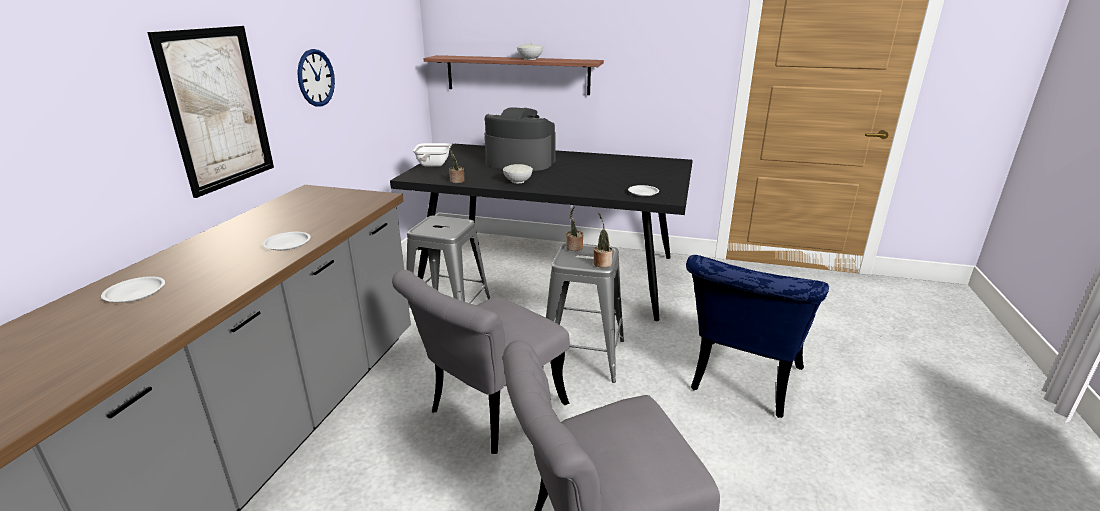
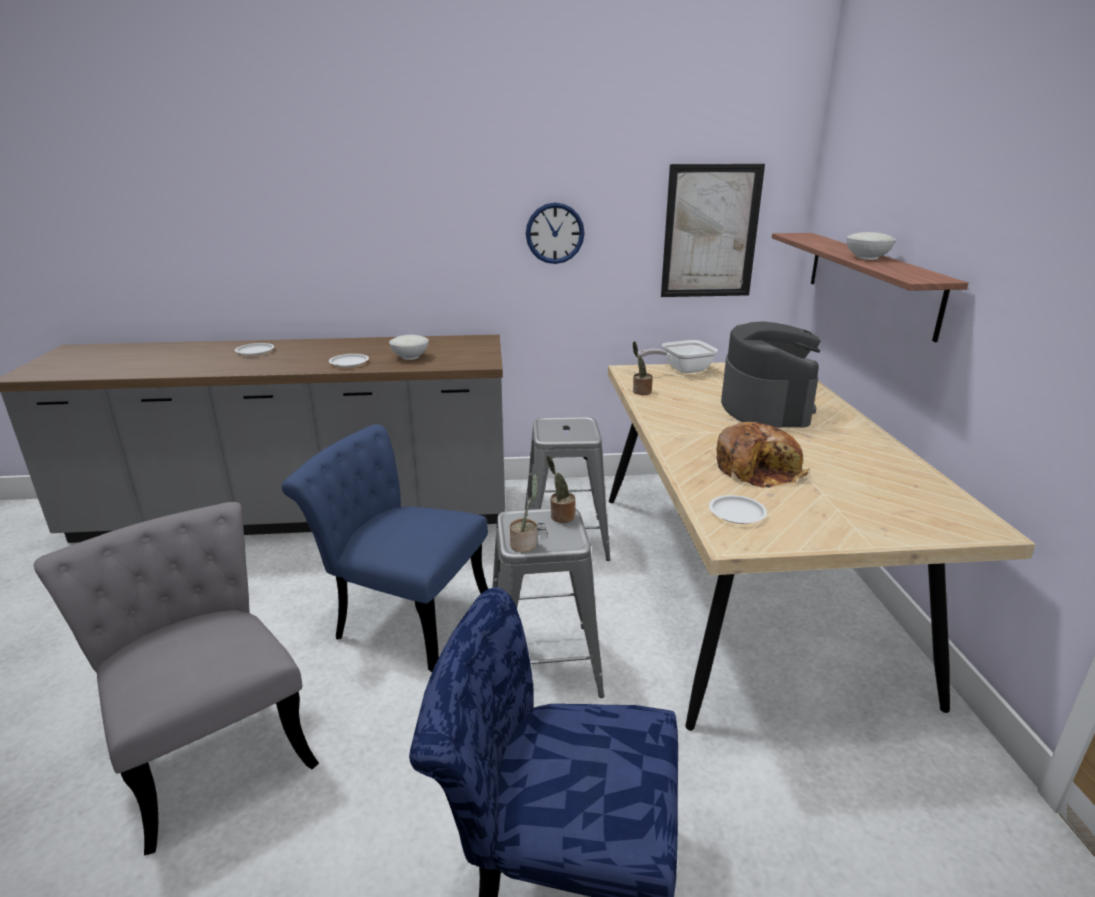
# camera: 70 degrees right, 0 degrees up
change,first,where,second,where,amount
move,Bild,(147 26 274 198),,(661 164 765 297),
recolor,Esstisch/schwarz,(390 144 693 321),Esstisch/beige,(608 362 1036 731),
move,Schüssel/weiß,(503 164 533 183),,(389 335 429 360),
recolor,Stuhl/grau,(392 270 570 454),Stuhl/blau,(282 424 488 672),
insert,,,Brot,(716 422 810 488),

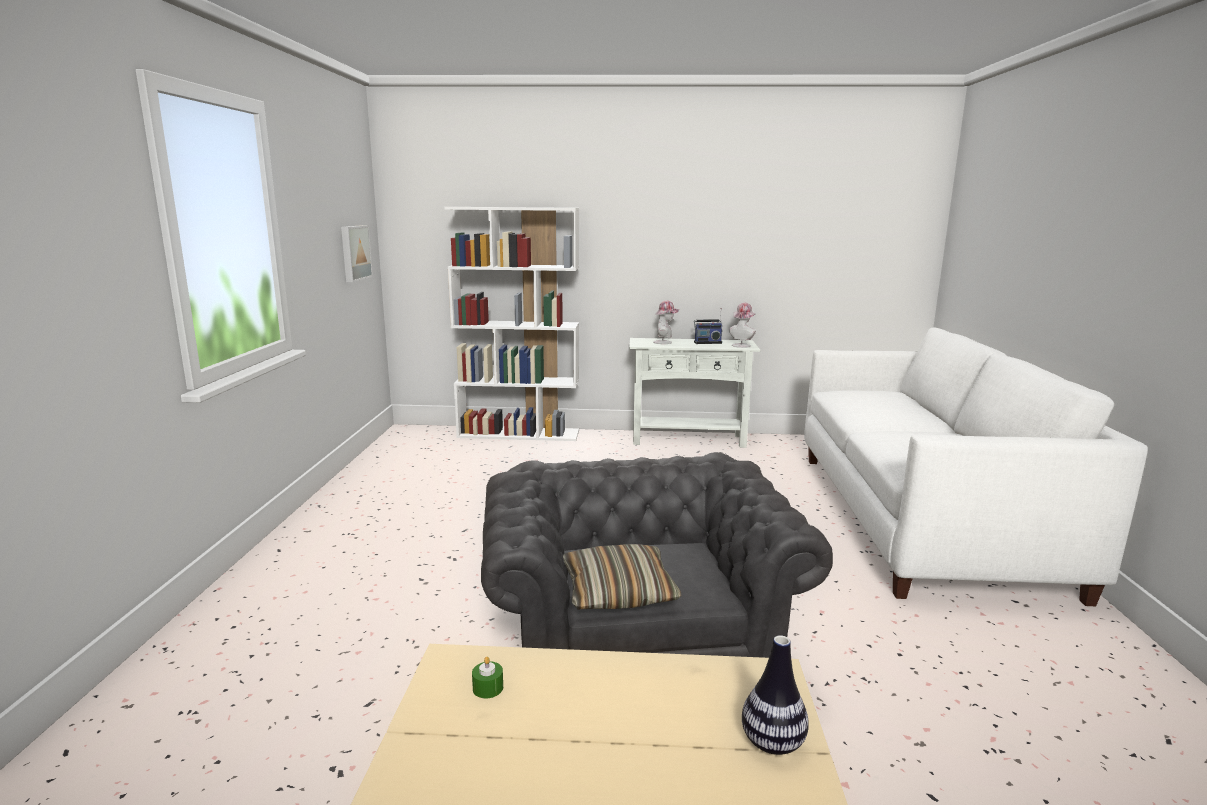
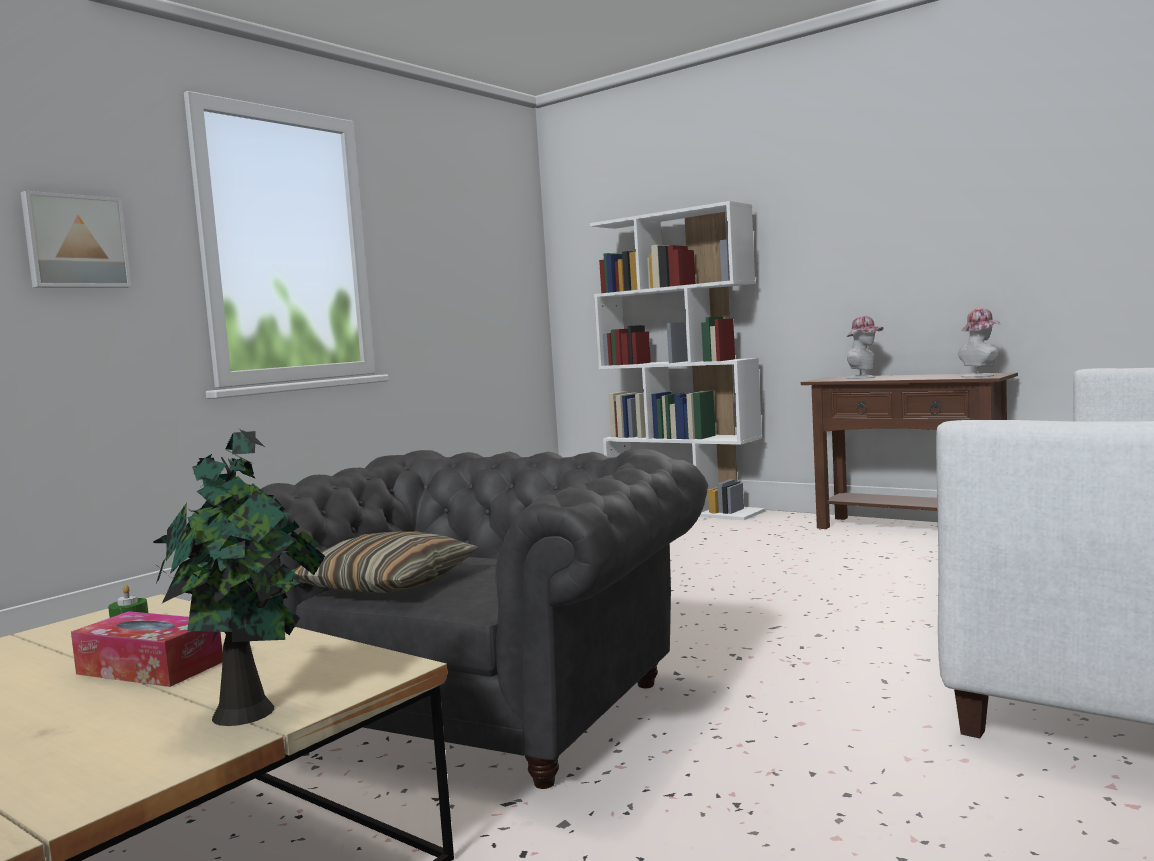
# camera: 35 degrees right, 10 degrees down
change,first,where,second,where,amount
move,Bild,(341 225 373 282),,(21 191 131 288),
delete,Radio,(694 308 723 344),,,
recolor,Konsolentisch/weiß,(629 338 760 448),Konsolentisch/braun,(801 373 1018 529),
replace,Vase,(742 635 809 755),Topfpflanze,(153 429 325 726),
insert,,,Taschentuchbox,(71 611 223 687),

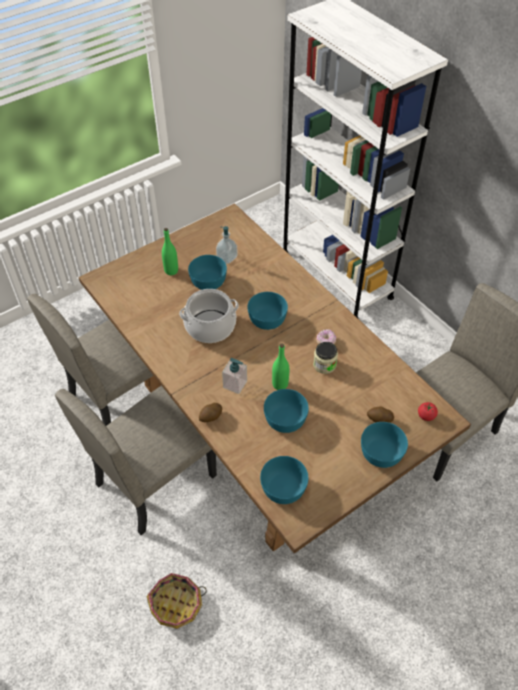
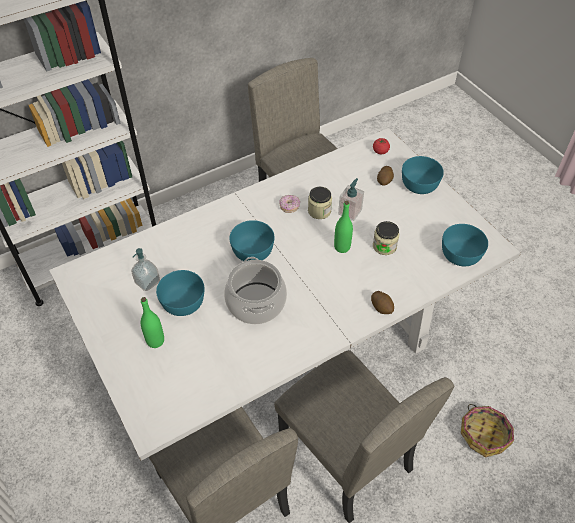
# camera: 85 degrees left, 0 degrees up
change,first,where,second,where,amount
recolor,Esstisch/braun,(78 203 471 554),Esstisch/weiß,(49 128 521 461),
move,Seifenspender,(222 358 247 394),,(338 178 364 221),
replace,Schüssel/türkis,(264 389 309 433),Vorratsglas,(373 221 399 255),

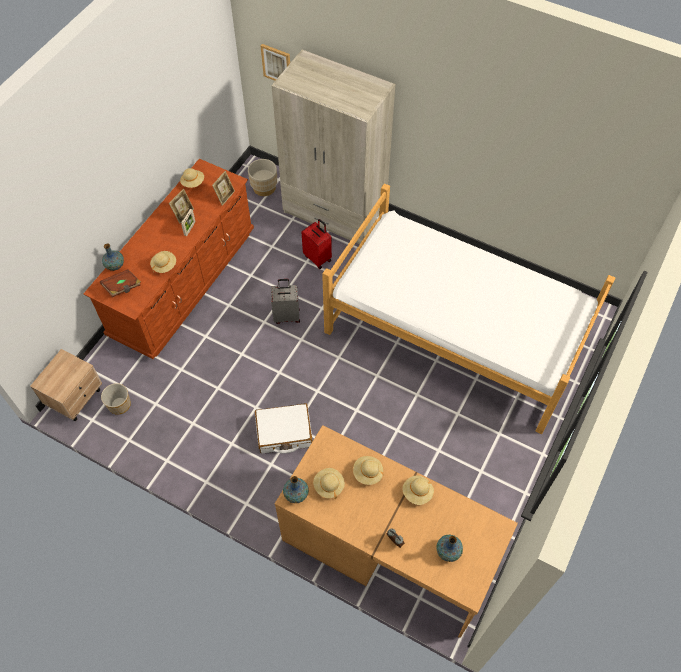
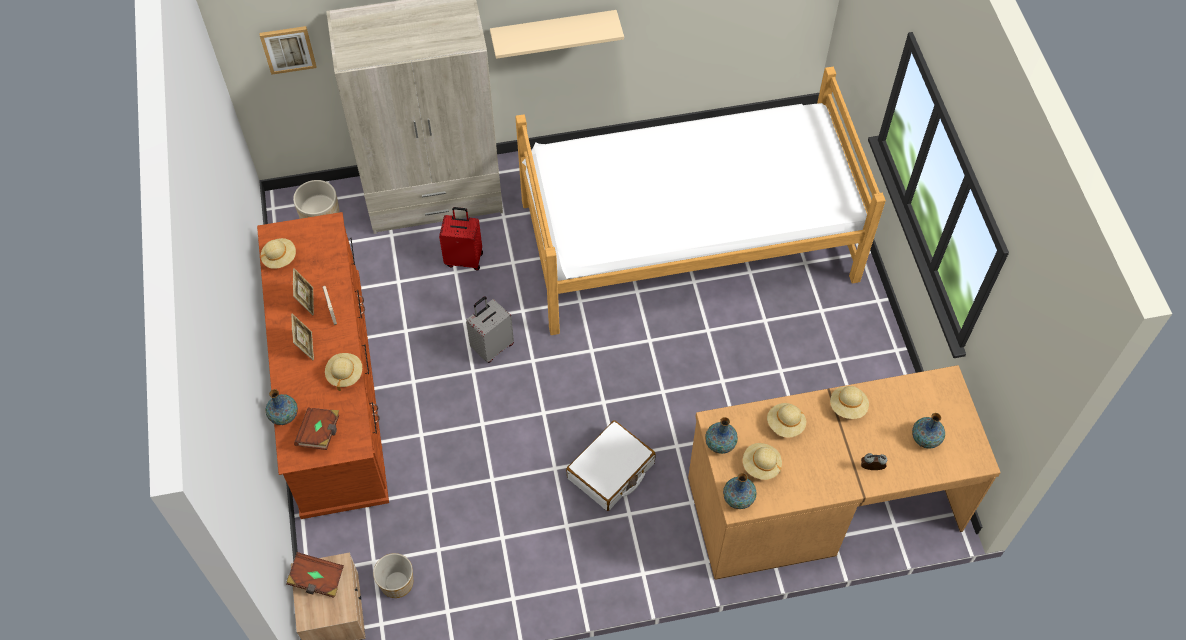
# camera: 40 degrees left, 0 degrees up
change,first,where,second,where,amount
move,Bilderrahmen,(212 171 235 206),,(291 314 314 360),
insert,,,Wandregal/beige,(490 10 624 59),
insert,,,Vase,(705 417 738 454),
insert,,,Buch/braun,(286 552 344 598),

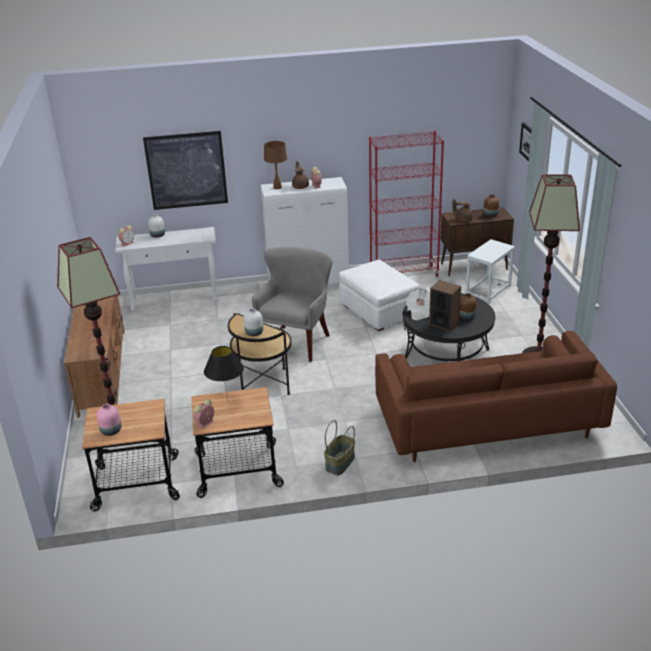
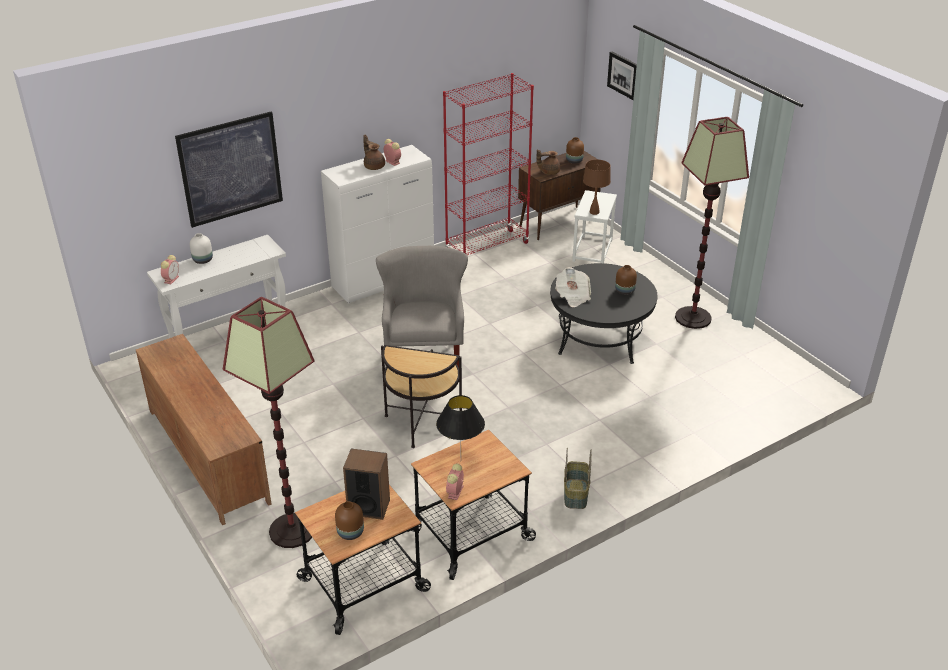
# camera: 25 degrees left, 5 degrees up
change,first,where,second,where,amount
move,Tischlampe/braun,(264 141 287 189),,(583 159 611 215),
delete,Polsterhocker/weiß,(339 259 419 331),,,
move,Lautsprecher,(429 280 461 332),,(343 448 390 520),
delete,Vase/weiß,(243 308 263 336),,,
delete,Sofa/braun,(375 331 617 462),,,
recolor,Vase/rosa,(97 404 121 436),Vase/braun,(335 501 364 540),

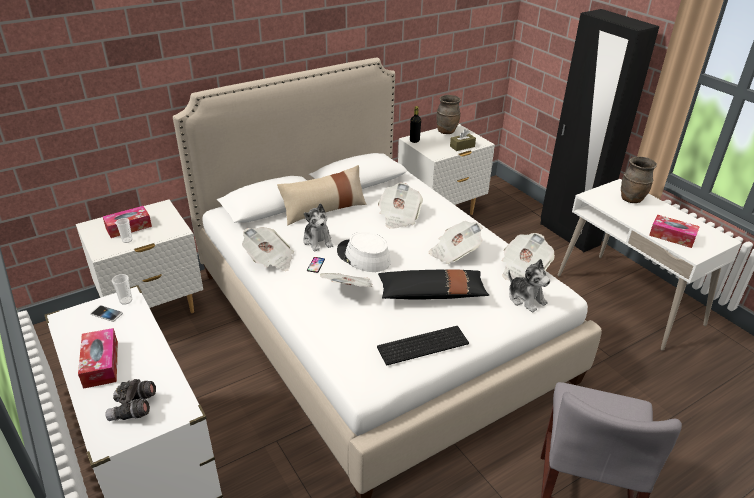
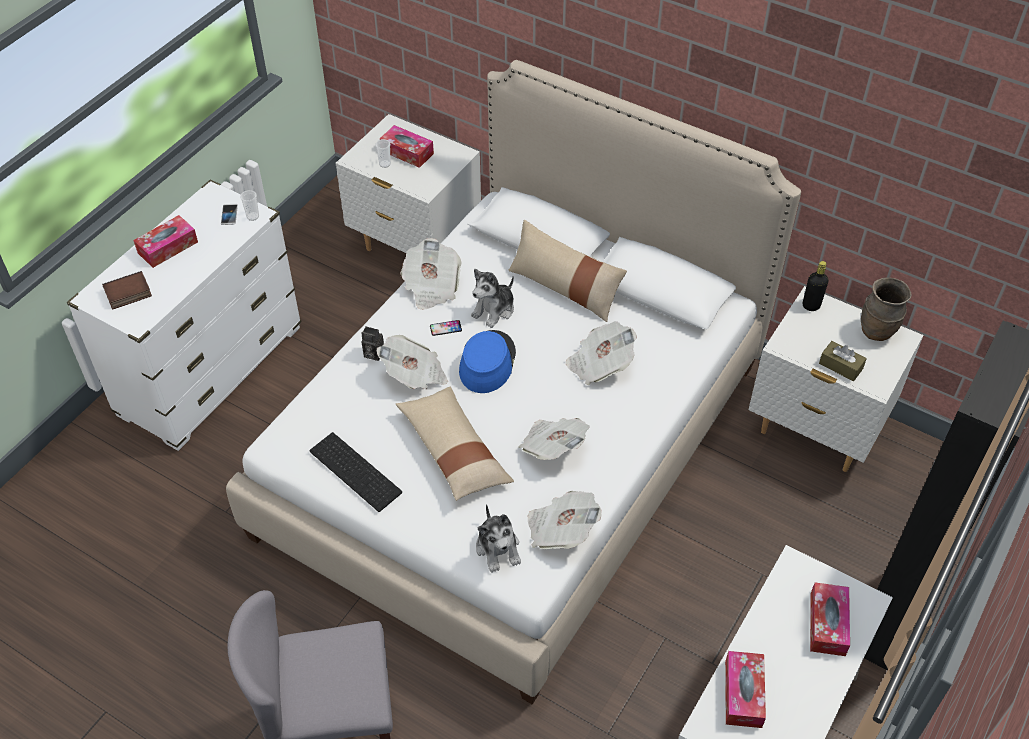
# camera: 65 degrees right, 15 degrees up
change,first,where,second,where,amount
replace,Vase/braun,(621 157 657 203),Taschentuchbox,(810 582 850 656),
recolor,Hut/weiß,(337 232 391 272),Hut/blau,(459 330 516 393),
rotate,Plüschtier,(508 259 550 313),,(476 504 521 573),45 degrees counterclockwise
recolor,Kissen/schwarz,(378 269 489 300),Kissen/beige,(396 387 514 501),
replace,Fernglas/grau,(105 379 156 421),Buch,(102 271 152 310),
insert,,,Kamera,(361 326 384 361),

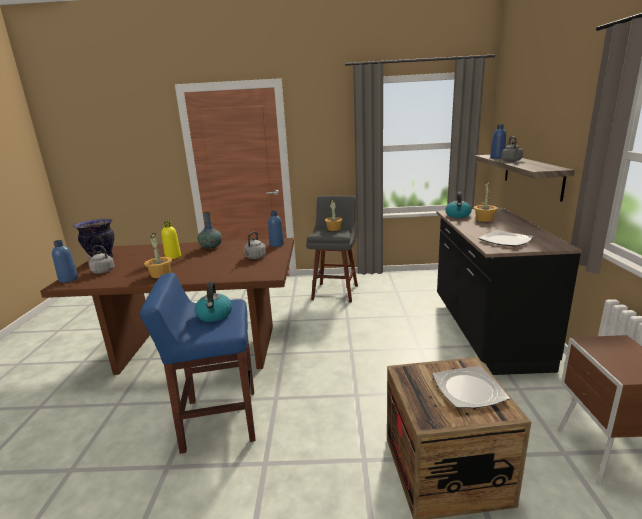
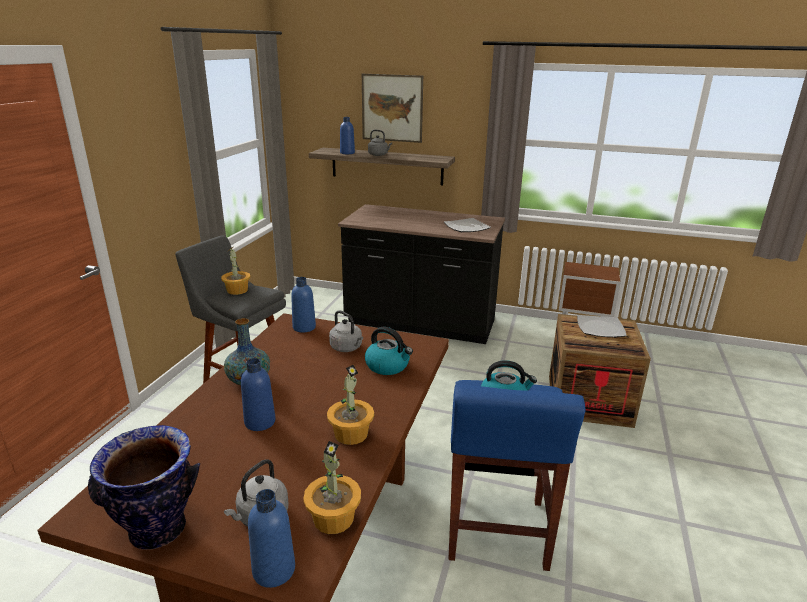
# camera: 75 degrees left, 5 degrees up
change,first,where,second,where,amount
move,Topfpflanze,(474 183 498 222),,(303 441 361 534),
move,Wasserkessel,(445 192 472 218),,(365 327 413 375),
recolor,Flasche/gelb,(161 221 181 259),Flasche/blau,(241 358 276 431),
insert,,,Bild,(362 74 423 143),

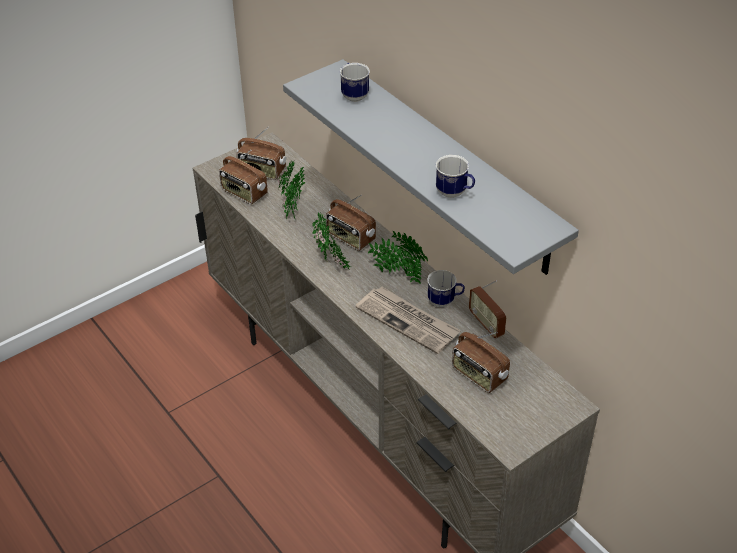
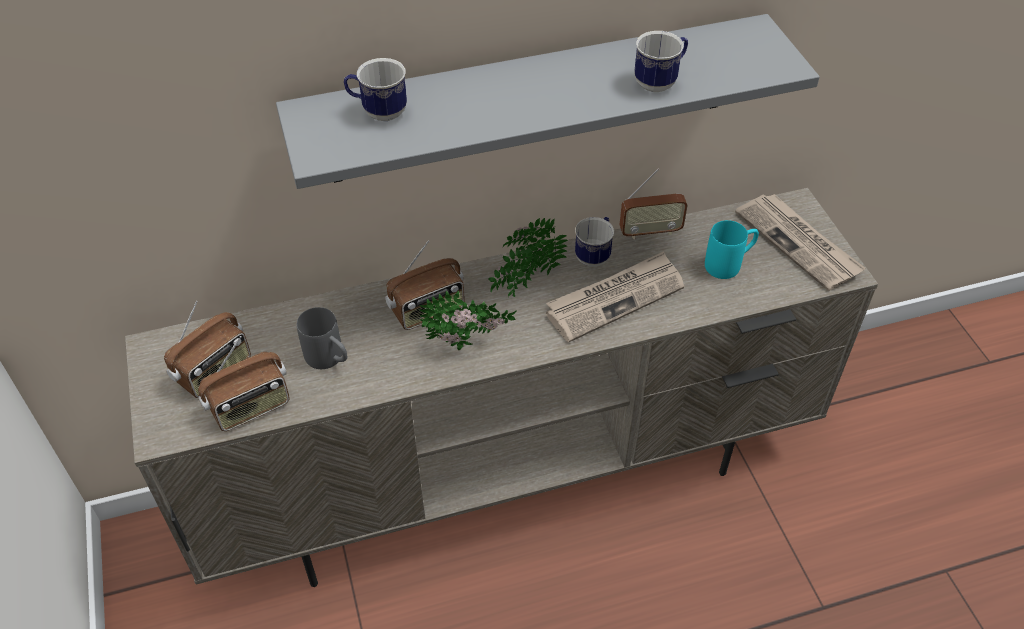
# camera: 70 degrees left, 5 degrees up
change,first,where,second,where,amount
replace,Topfpflanze,(277 161 305 219),Henkelbecher/grau,(297 307 347 369),
replace,Radio,(452 332 510 393),Henkelbecher/türkis,(705 220 759 279),
insert,,,Zeitung,(735 194 866 291),

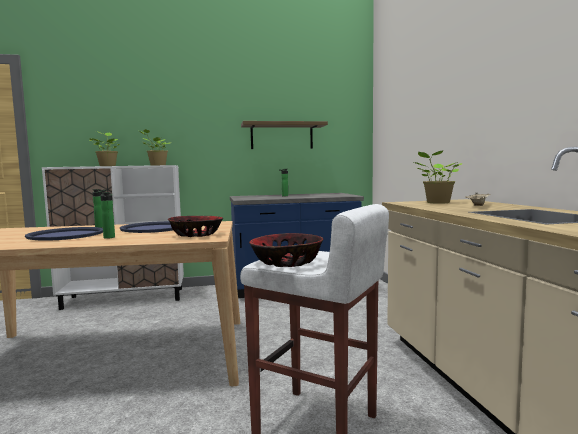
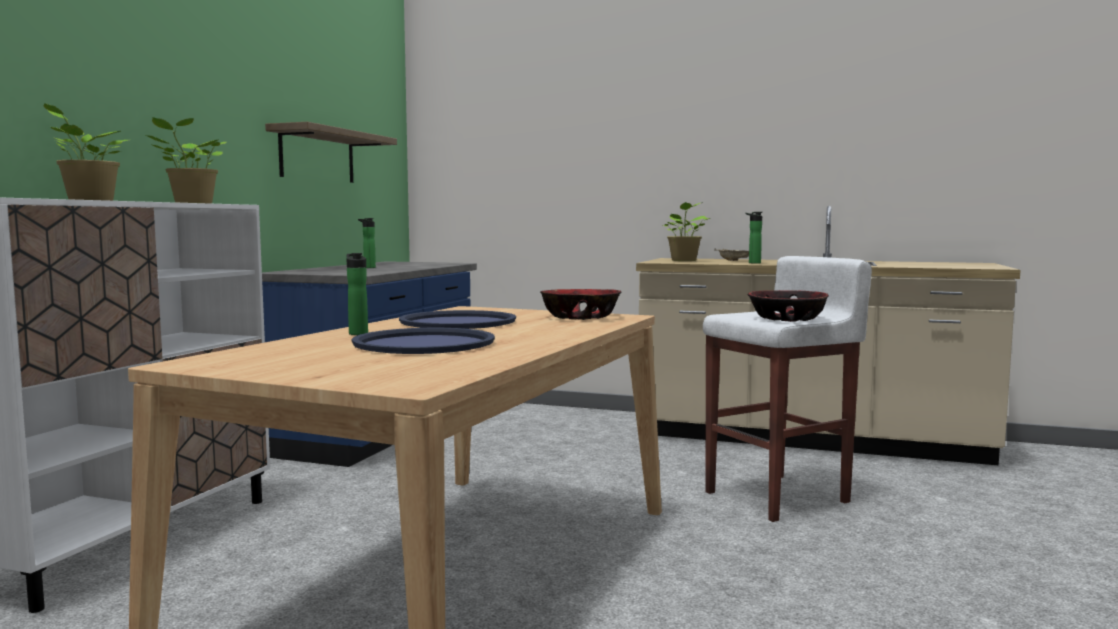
# camera: 60 degrees left, 0 degrees up
change,first,where,second,where,amount
move,Flasche,(100 192 115 239),,(745 212 762 264),

